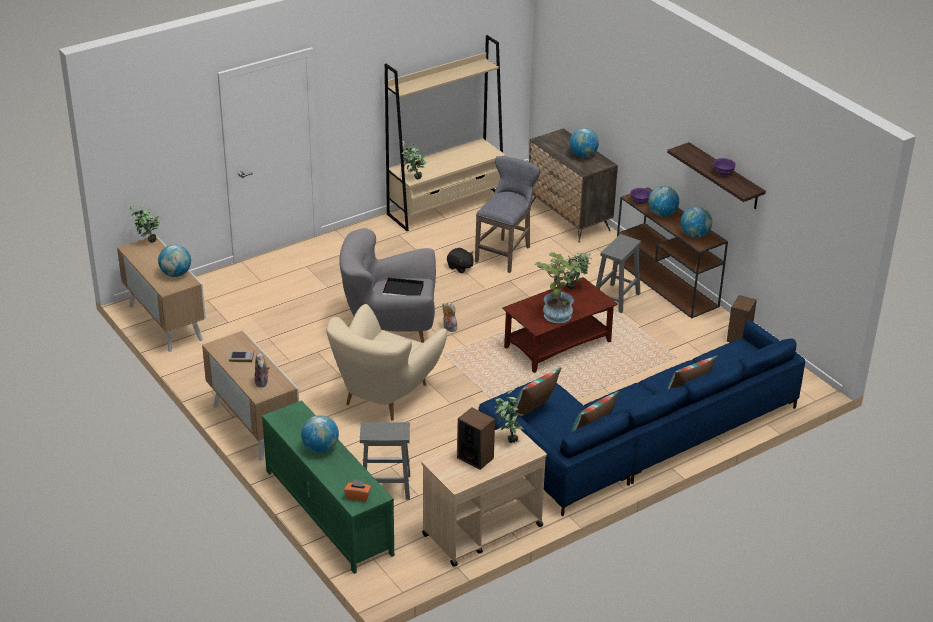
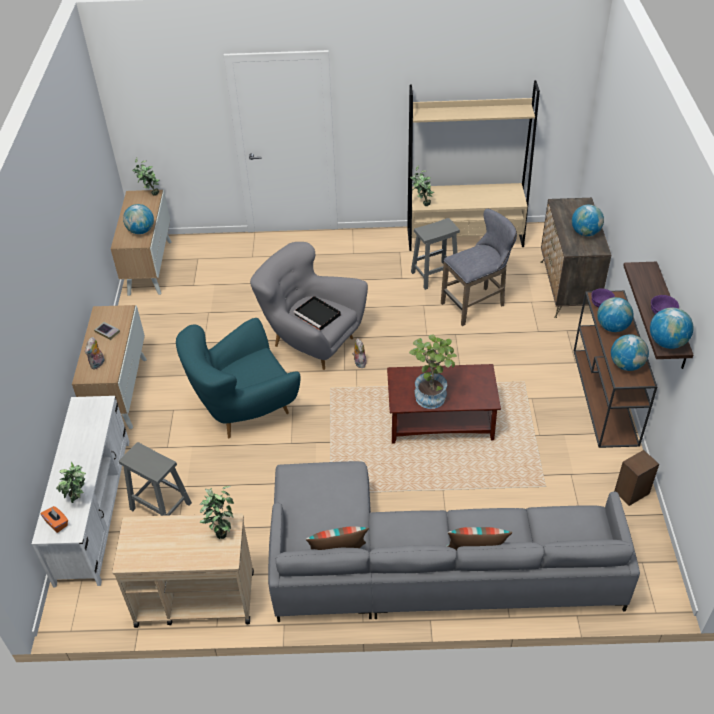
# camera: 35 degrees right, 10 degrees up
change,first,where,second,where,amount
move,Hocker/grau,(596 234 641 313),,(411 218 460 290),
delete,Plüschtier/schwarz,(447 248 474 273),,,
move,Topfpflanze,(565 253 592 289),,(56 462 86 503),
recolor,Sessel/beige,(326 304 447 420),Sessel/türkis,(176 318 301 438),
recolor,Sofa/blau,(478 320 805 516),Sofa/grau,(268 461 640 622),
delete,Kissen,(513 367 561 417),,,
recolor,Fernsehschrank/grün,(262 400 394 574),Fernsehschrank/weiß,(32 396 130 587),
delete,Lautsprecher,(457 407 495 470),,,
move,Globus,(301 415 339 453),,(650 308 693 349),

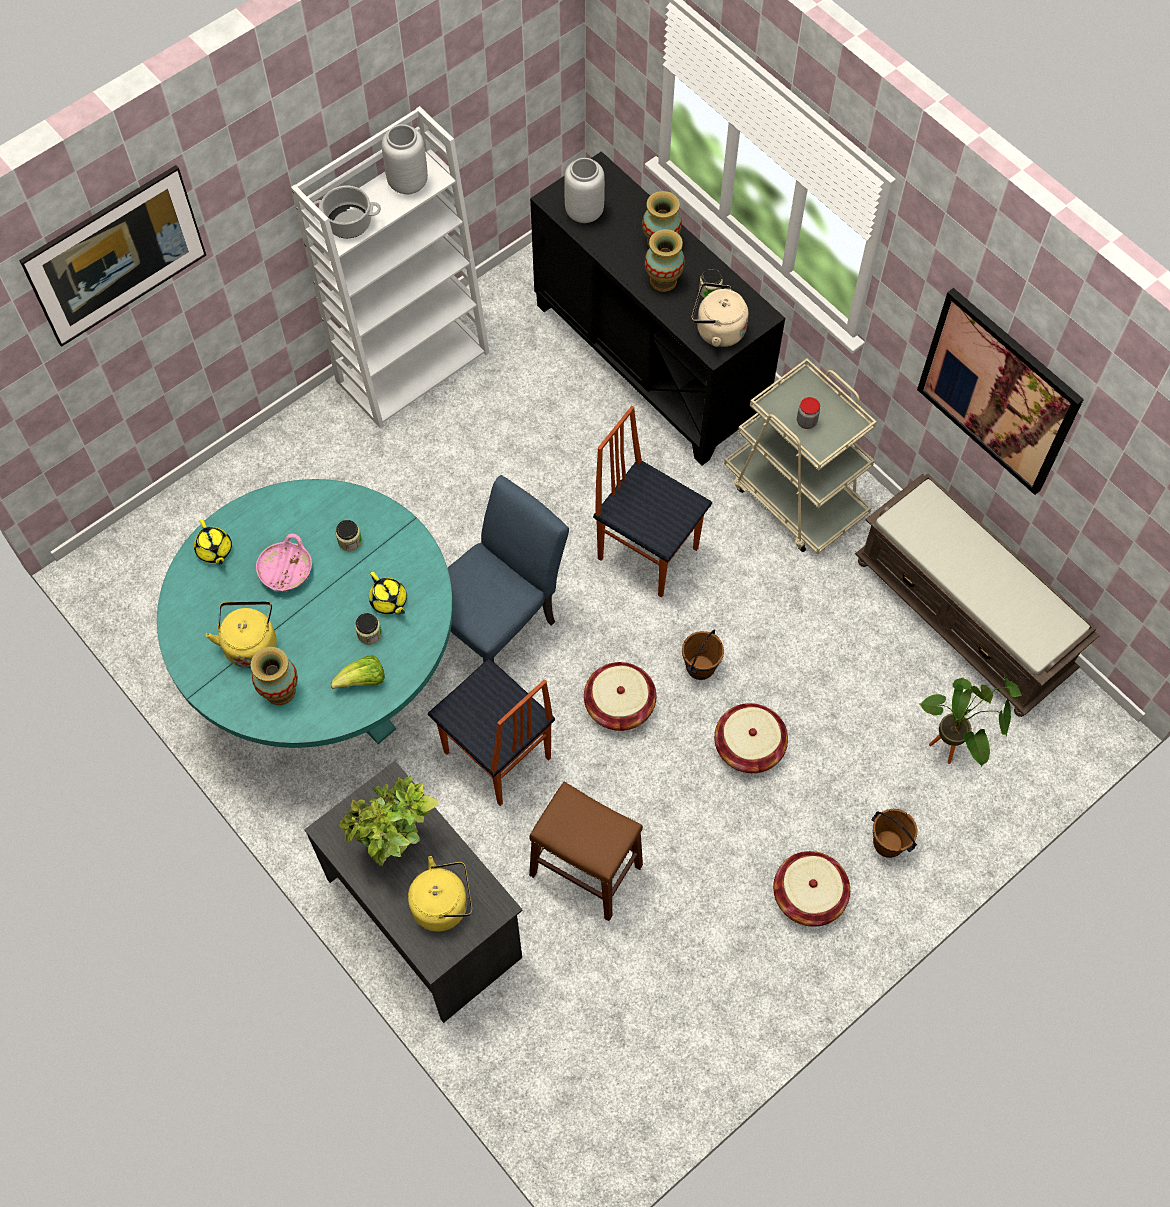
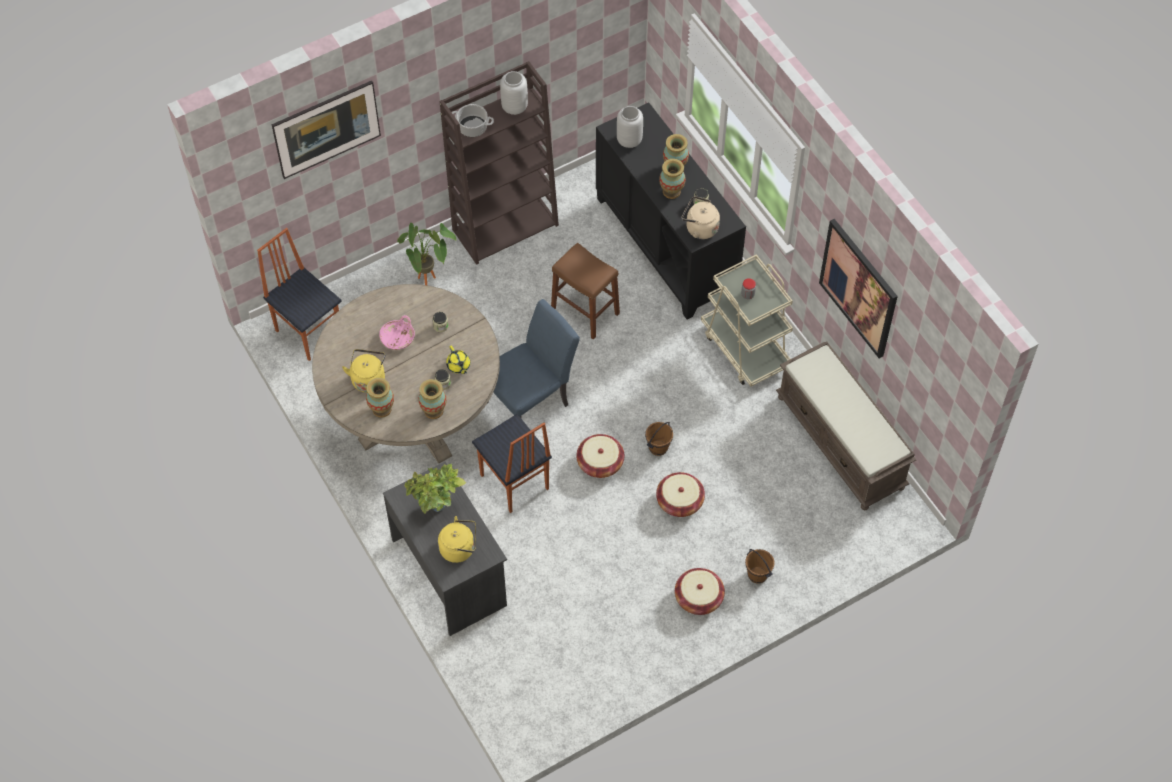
# camera: 10 degrees right, 5 degrees down
change,first,where,second,where,amount
recolor,Bücherregal/weiß,(291 106 489 428),Bücherregal/braun,(440 61 559 265),
move,Stuhl,(593 406 712 598),,(257 228 342 361),
recolor,Esstisch/türkis,(157 479 453 748),Esstisch/beige,(312 284 500 463),
delete,Teekanne/gelb,(194 519 232 564),,,
replace,Salatkopf,(331 655 385 689),Vase,(418 379 446 419),
move,Topfpflanze,(919 675 1022 767),,(397 223 457 285),
move,Hocker/braun,(529 781 643 921),,(551 243 620 340),

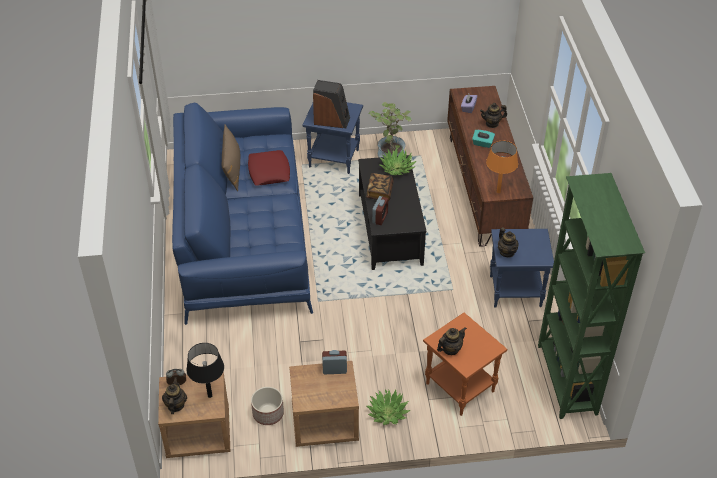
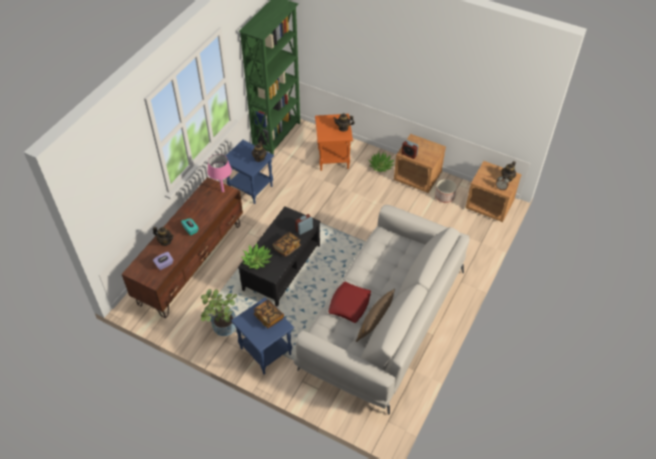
# camera: 145 degrees left, 5 degrees up
change,first,where,second,where,amount
replace,Lautsprecher,(313 80 350 128),Buch,(254 300 284 328),
recolor,Sofa/blau,(172 103 313 325),Sofa/weiß,(294 205 470 415),
recolor,Tischlampe/orange,(486 141 518 193),Tischlampe/rosa,(207 154 232 192),
delete,Tischlampe/schwarz,(187 343 224 398),,,

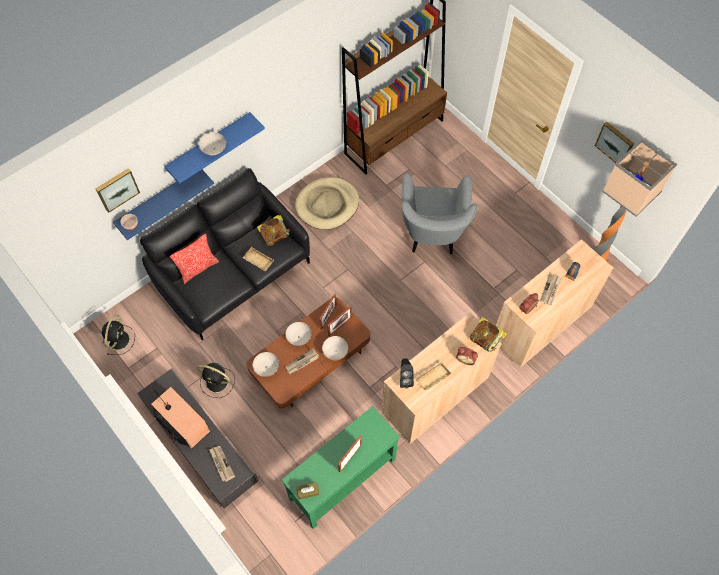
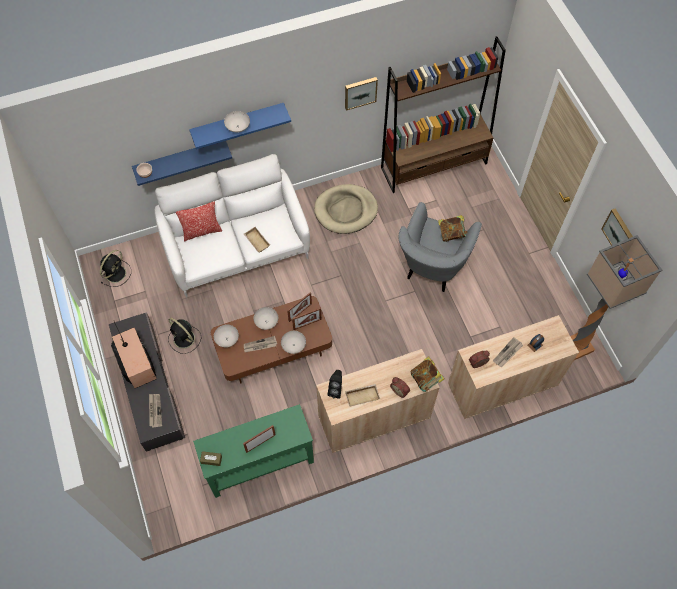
# camera: 20 degrees right, 0 degrees up
change,first,where,second,where,amount
move,Bild,(96 168 140 213),,(345 77 378 111),
recolor,Sofa/schwarz,(140 168 310 340),Sofa/weiß,(154 154 310 297),
move,Buch,(257 215 290 246),,(438 215 467 242),

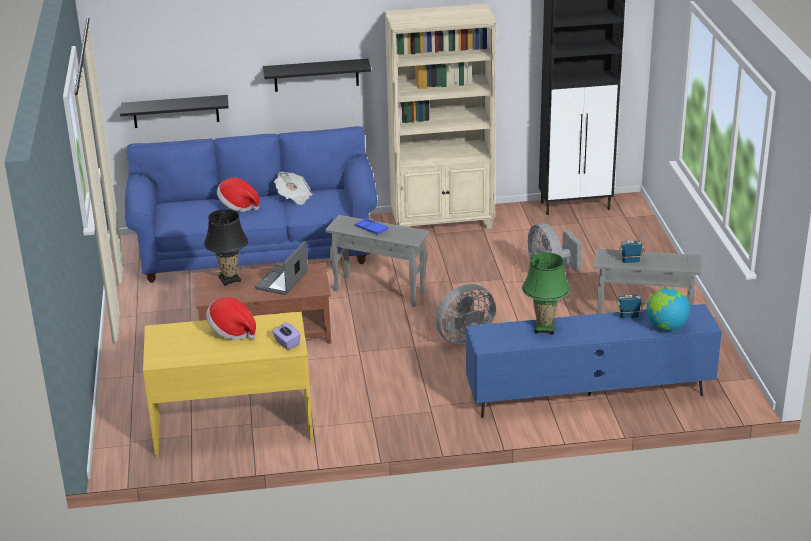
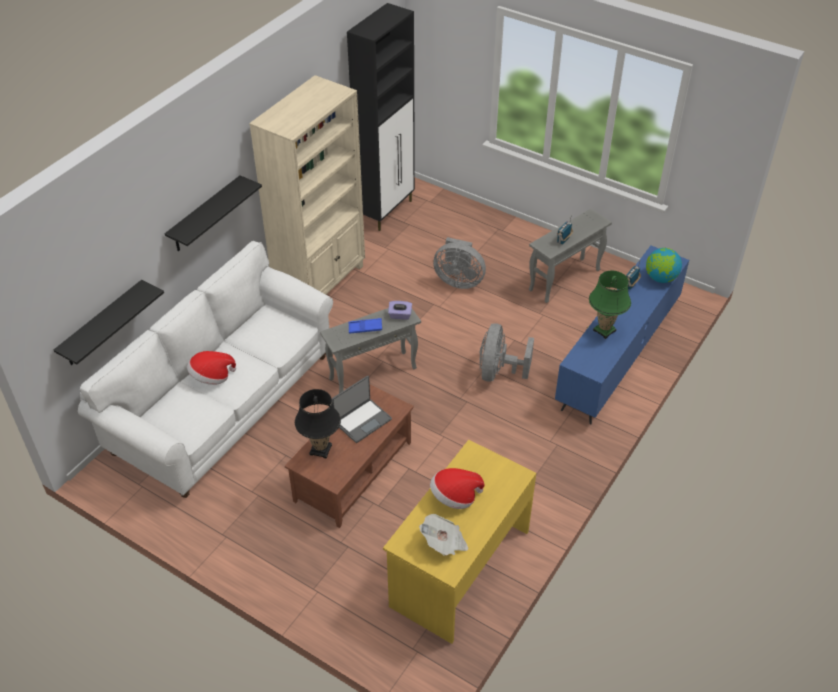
# camera: 50 degrees left, 15 degrees up
change,first,where,second,where,amount
recolor,Sofa/blau,(125 126 378 283),Sofa/weiß,(78 241 333 498),
move,Zeitung,(274 171 312 205),,(419 514 468 556),
rotate,Laptop,(255 241 308 295),,(332 376 392 443),105 degrees counterclockwise
move,Taschentuchbox/lila,(272 322 301 350),,(388 301 412 320),

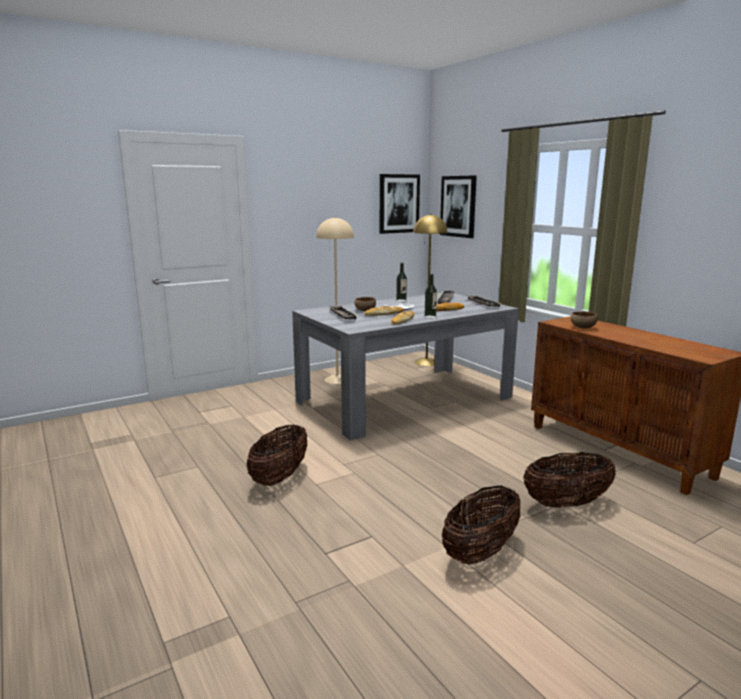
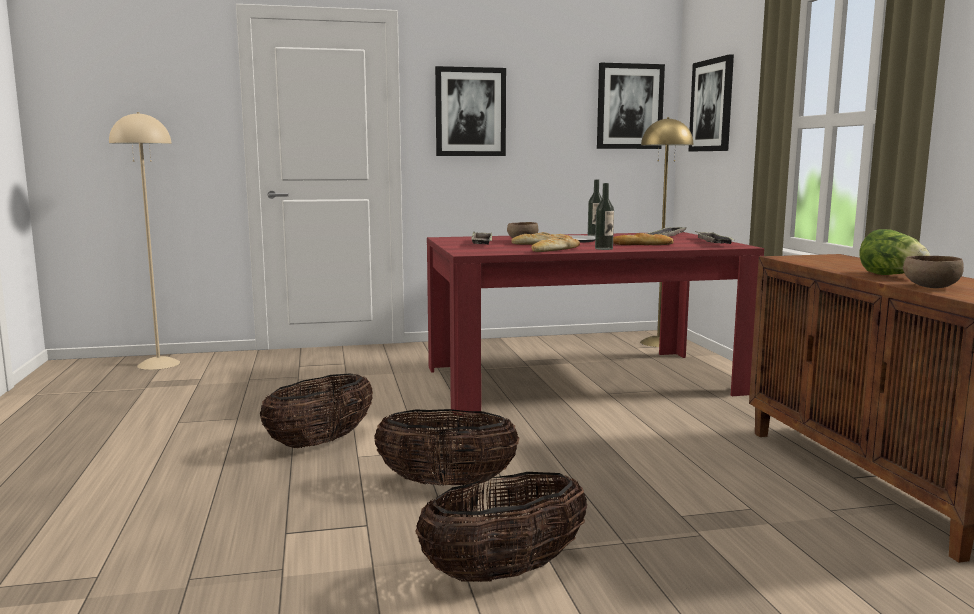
# camera: 20 degrees right, 5 degrees down
change,first,where,second,where,amount
move,Stehlampe/beige,(316 217 354 384),,(109 112 180 370),
recolor,Esstisch/grau,(292 293 519 440),Esstisch/rot,(427 232 764 415),
move,Schüssel/braun,(570 312 598 328),,(903 256 964 288),
move,Korb,(524 452 616 508),,(374 409 519 486),
insert,,,Bild,(435 66 506 156),
insert,,,Salatkopf,(860 229 930 275),

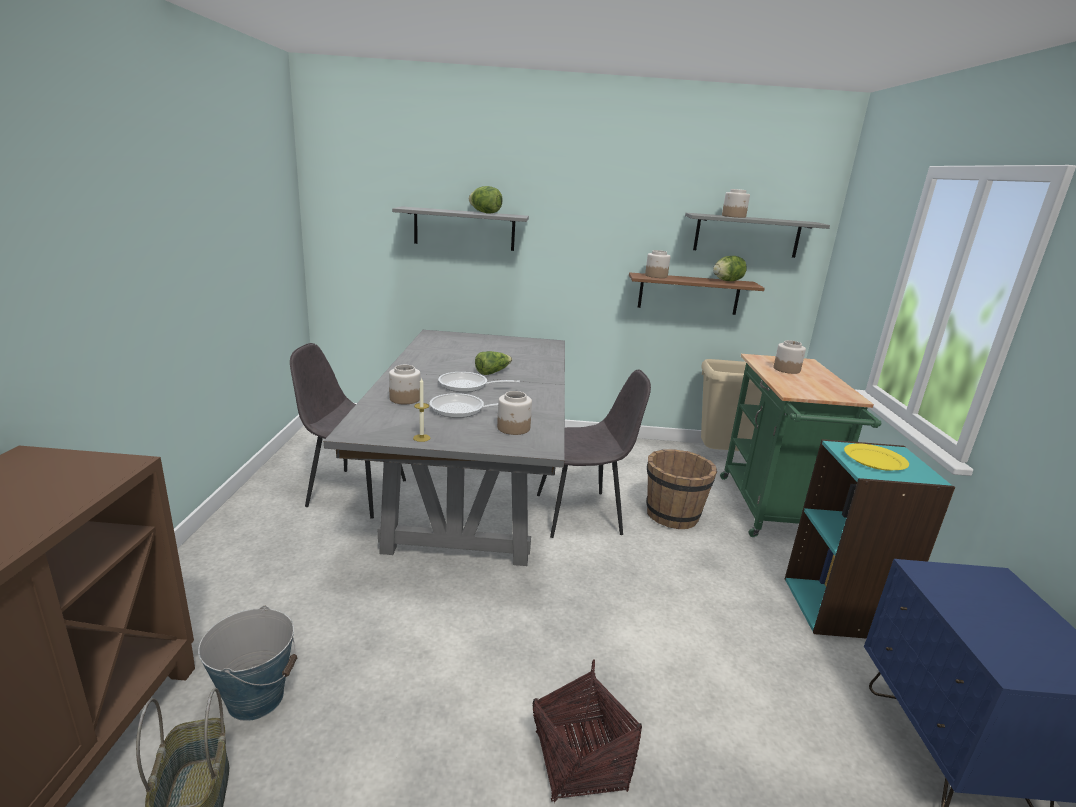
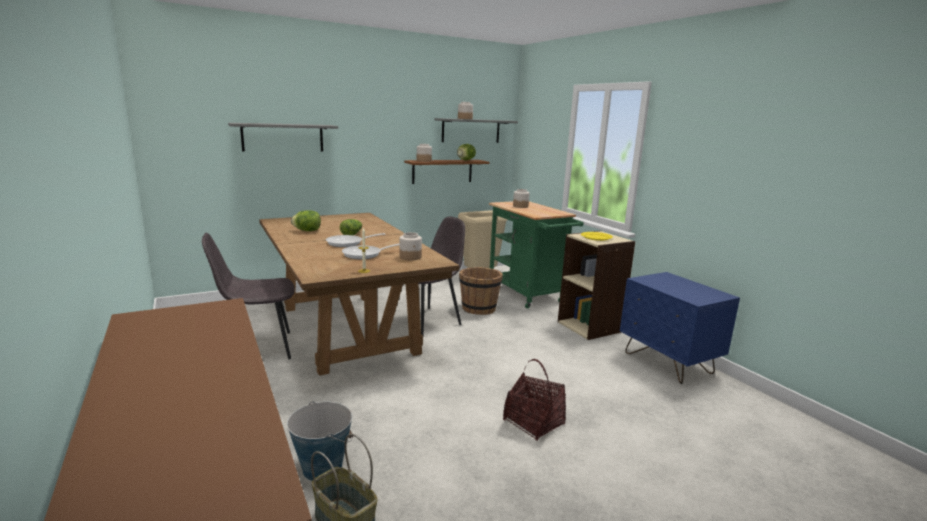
# camera: 30 degrees left, 5 degrees down
change,first,where,second,where,amount
move,Salatkopf,(469 186 503 214),,(291 210 321 231),
recolor,Esstisch/grau,(324 330 565 566),Esstisch/braun,(259 213 460 376),
delete,Vorratsglas,(389 365 421 404),,,
recolor,Bücherregal/türkis,(785 439 955 639),Bücherregal/beige,(558 231 635 340),

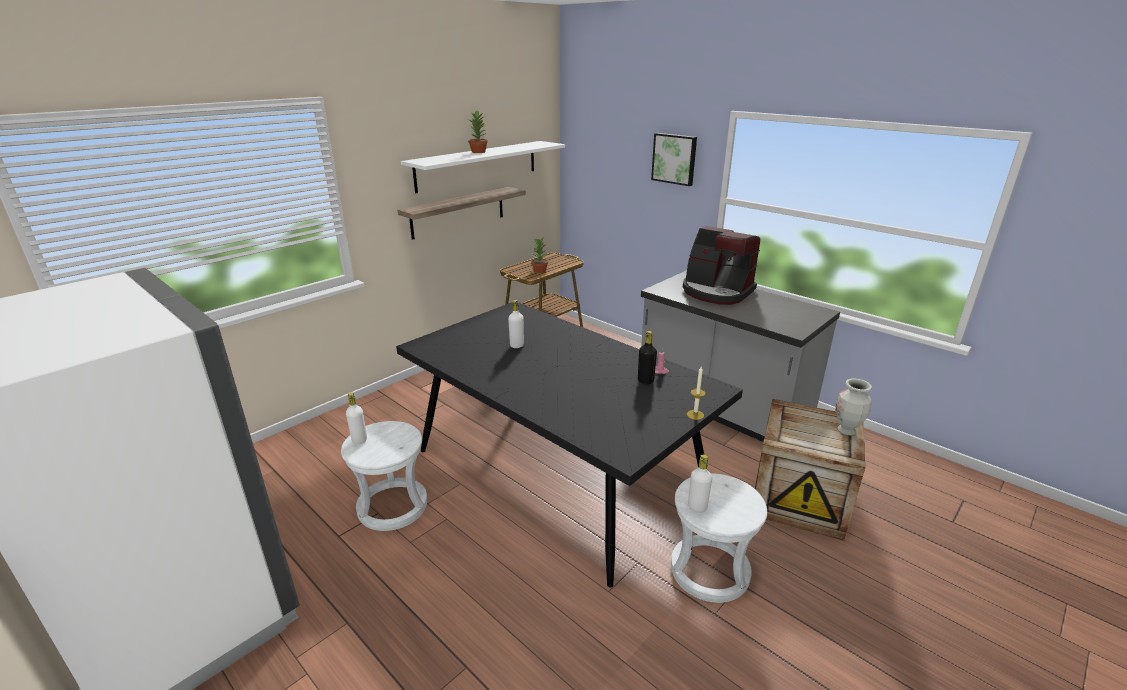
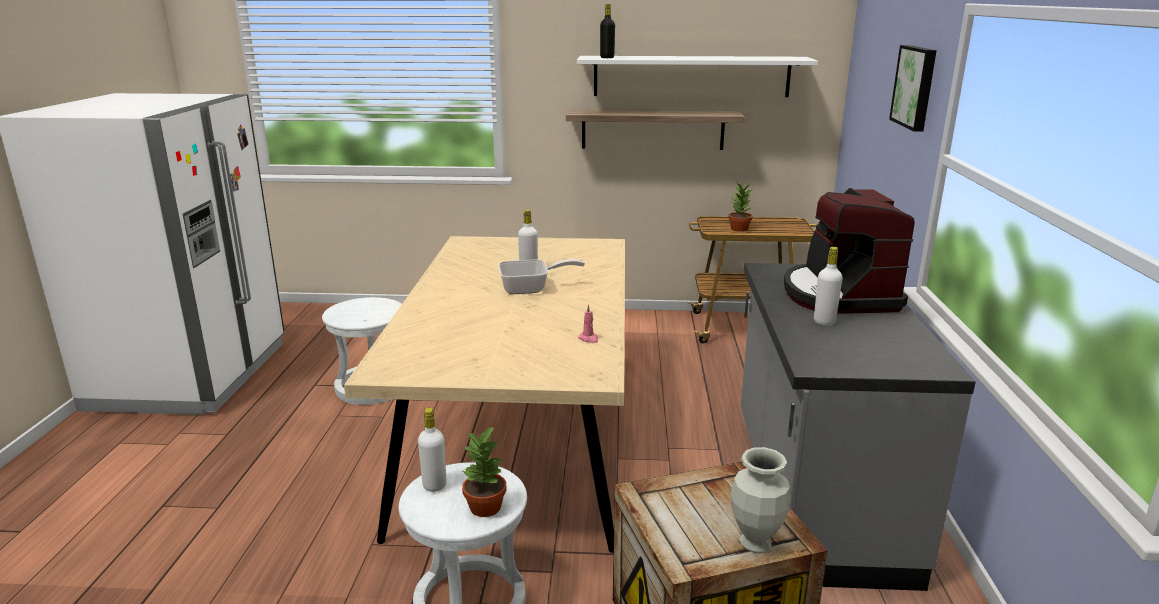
# camera: 50 degrees right, 5 degrees down
change,first,where,second,where,amount
move,Topfpflanze,(468 110 488 153),,(461 426 507 517),
recolor,Esstisch/schwarz,(396 302 743 588),Esstisch/beige,(344 236 625 553),
move,Flasche/schwarz,(638 331 657 384),,(600 4 615 58),
delete,Kerze,(687 367 706 420),,,
move,Flasche/weiß,(346 393 367 444),,(814 247 842 326),
insert,,,Pfanne,(498 259 585 294),

